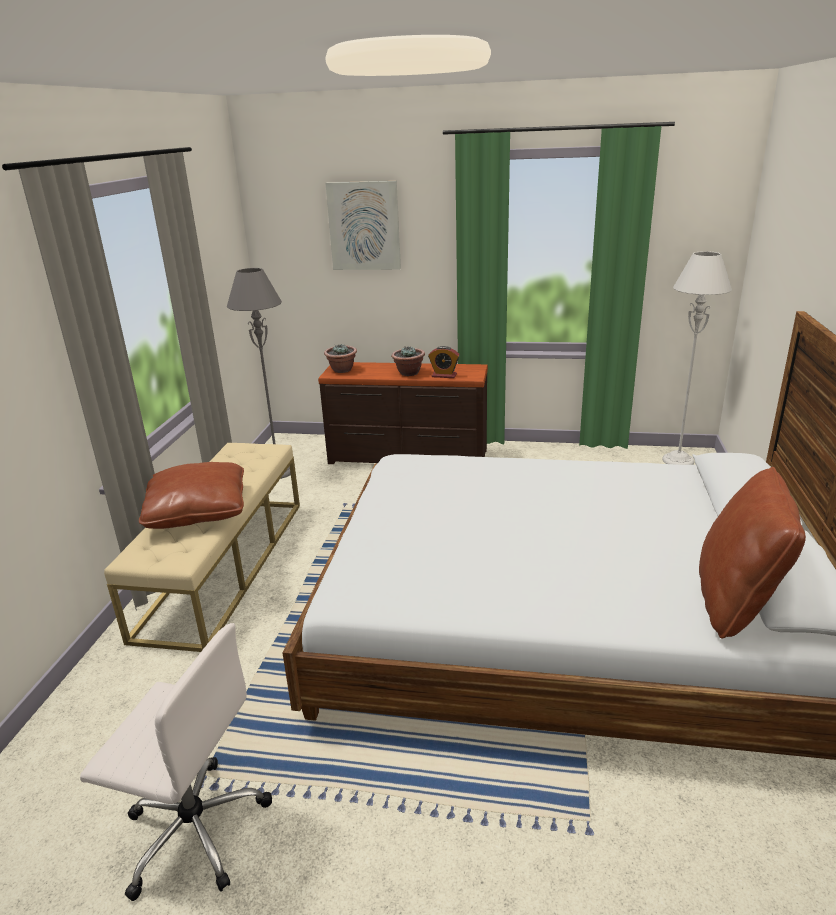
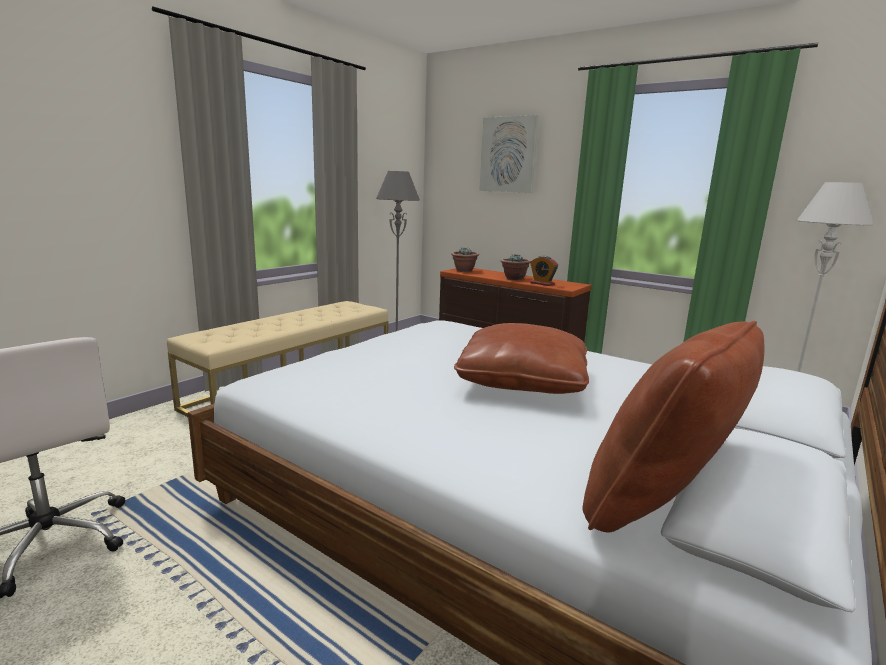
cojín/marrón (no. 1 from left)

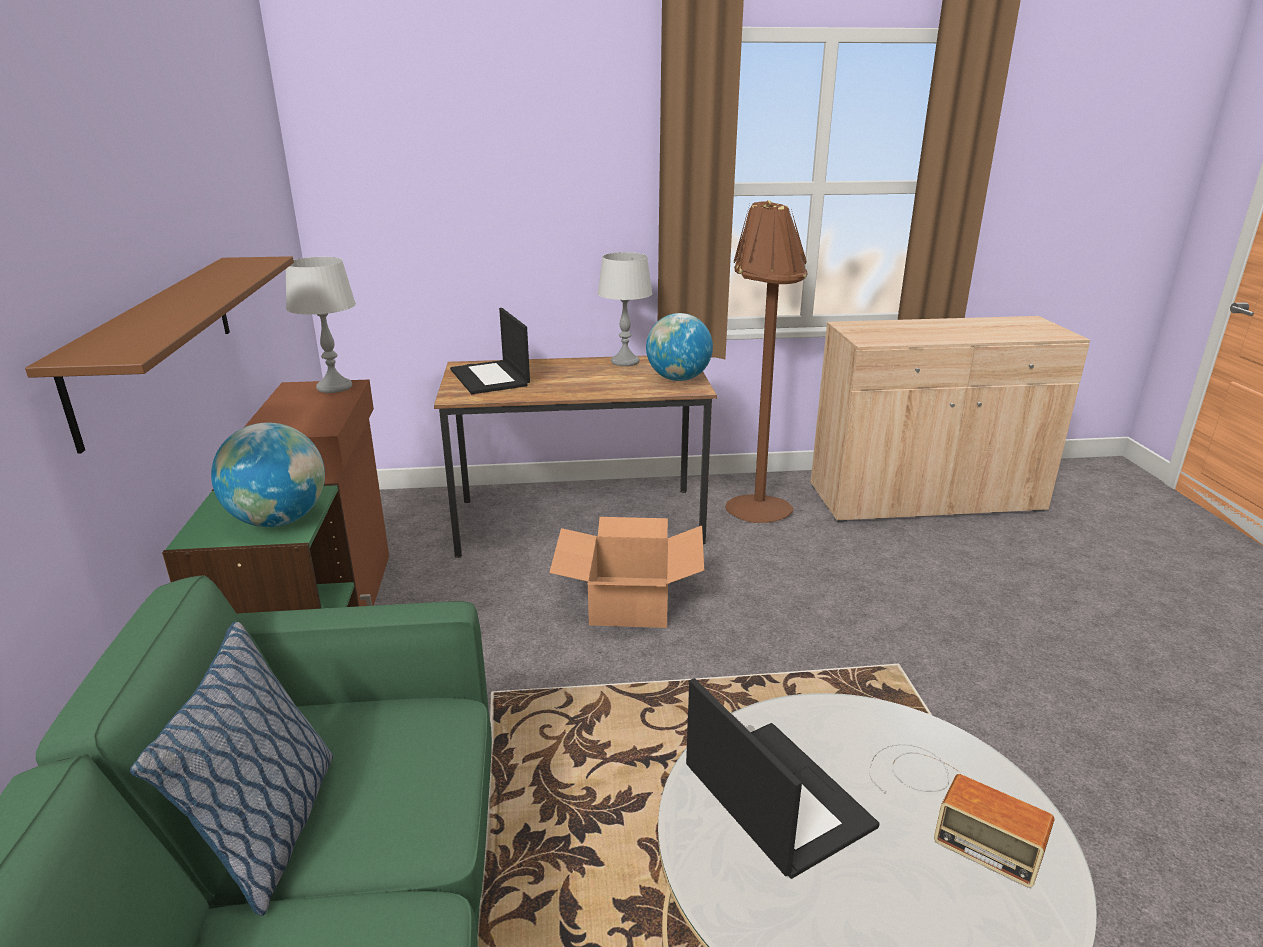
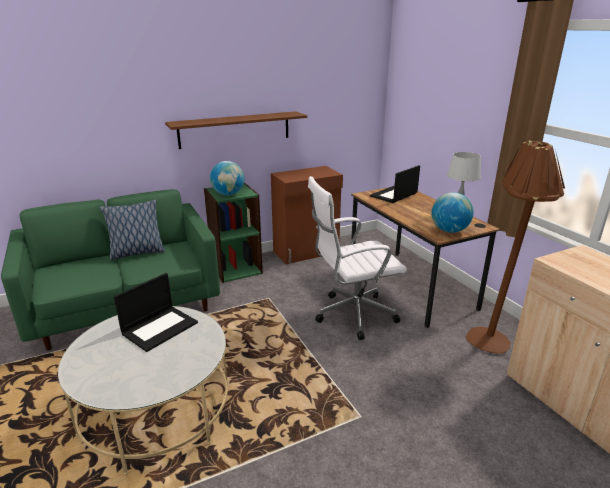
silla de oficina/blanco
lámpara de mesa/gris (no. 1 from left in the first image)
radio

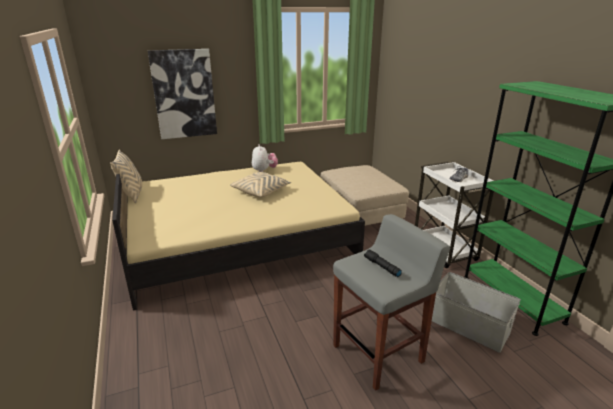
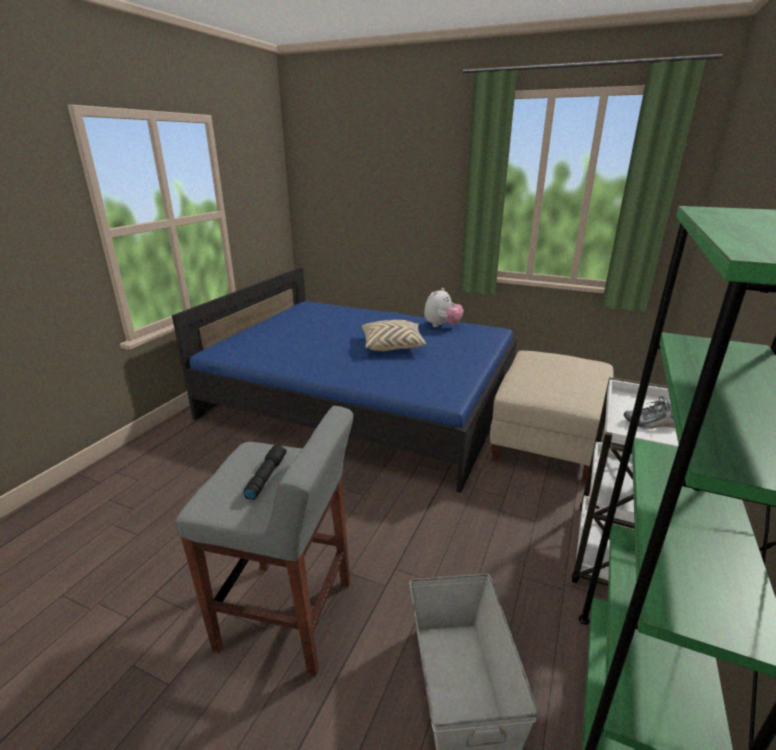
cama/azul
cojín/beis (no. 1 from left in the first image)
cuadro

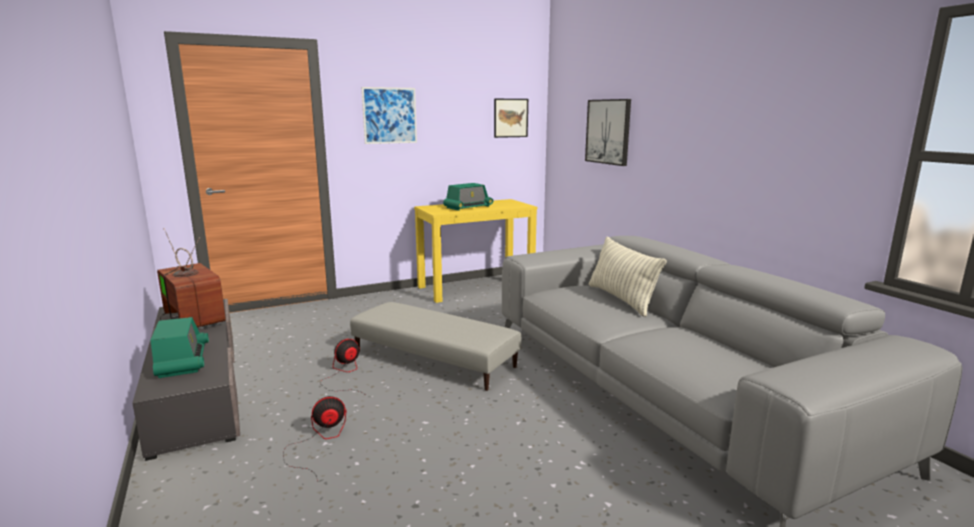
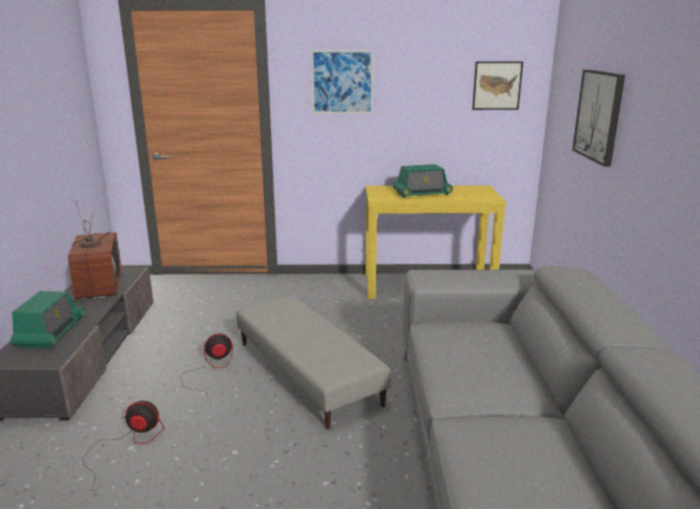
cojín

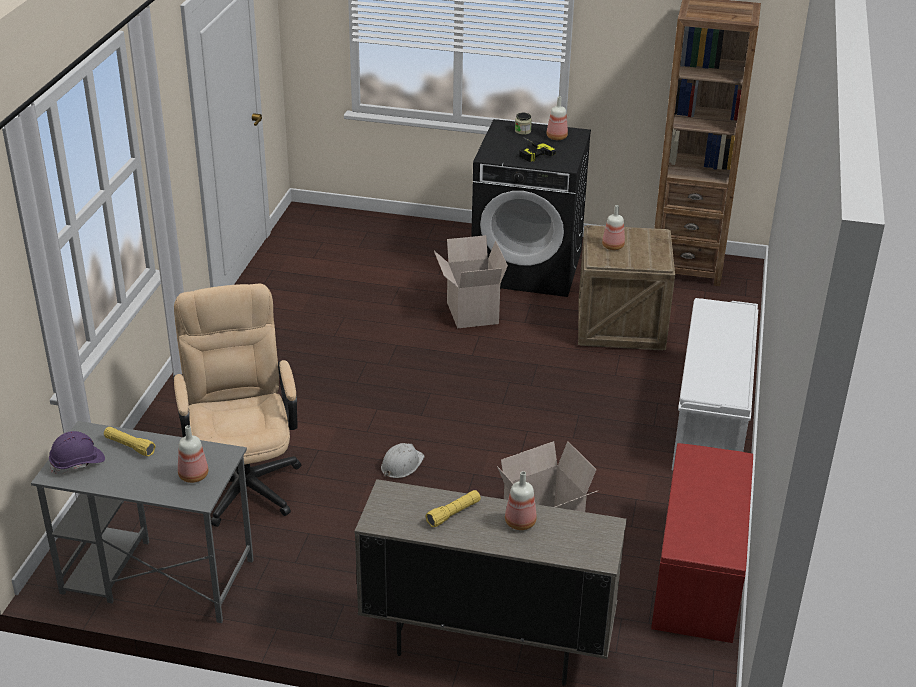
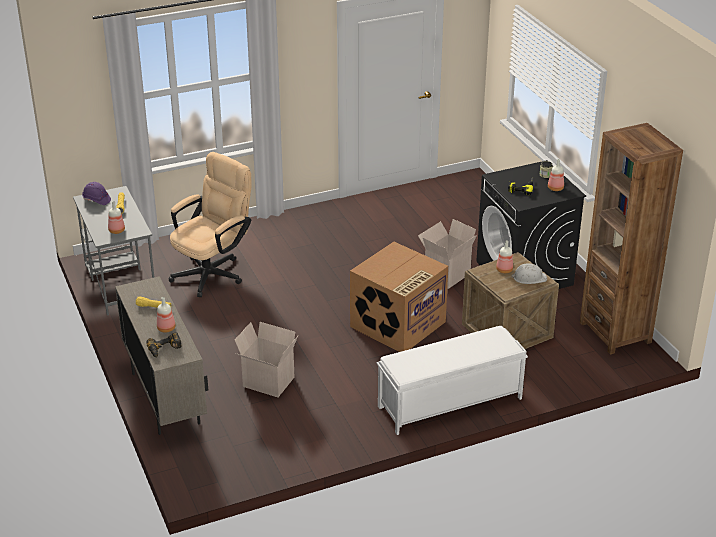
taladro (no. 1 from left)
caja de cartón (no. 2 from left)
casco/blanco
banco/rojo

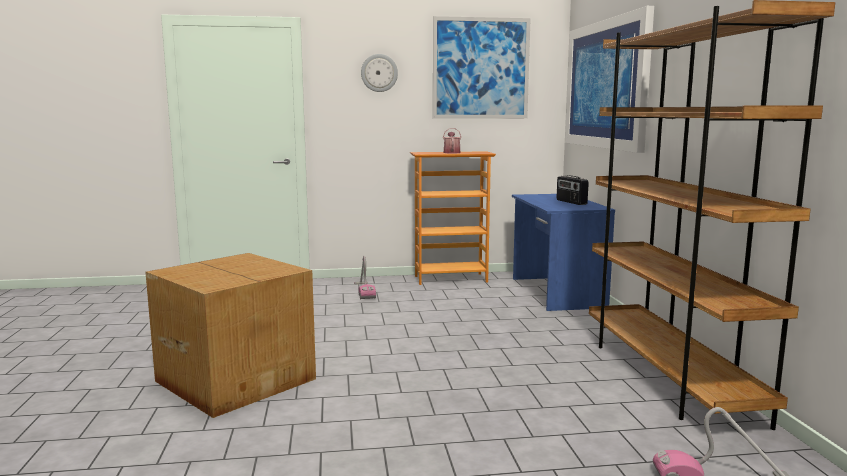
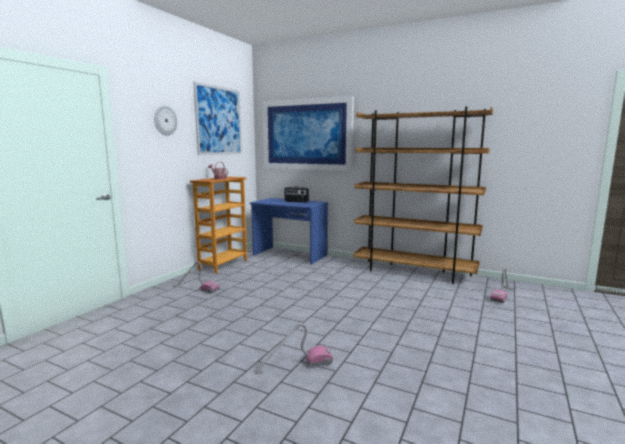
aspiradora (no. 2 from left)

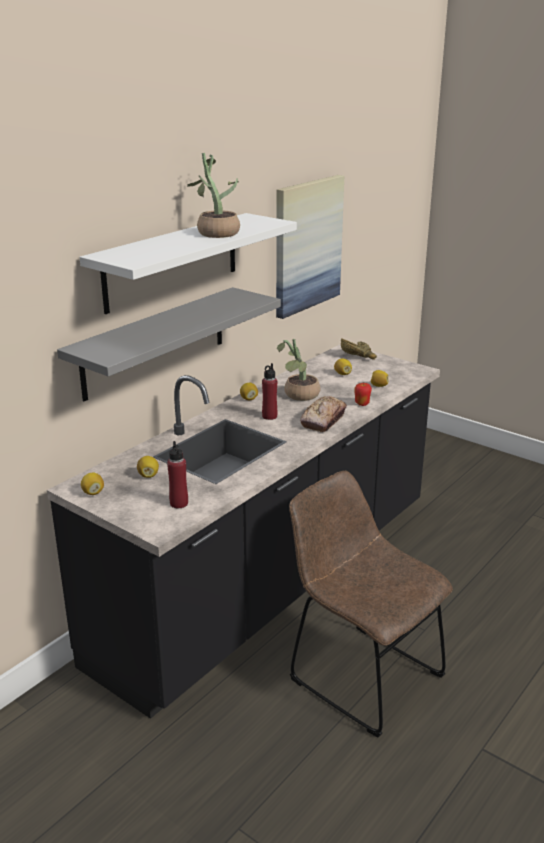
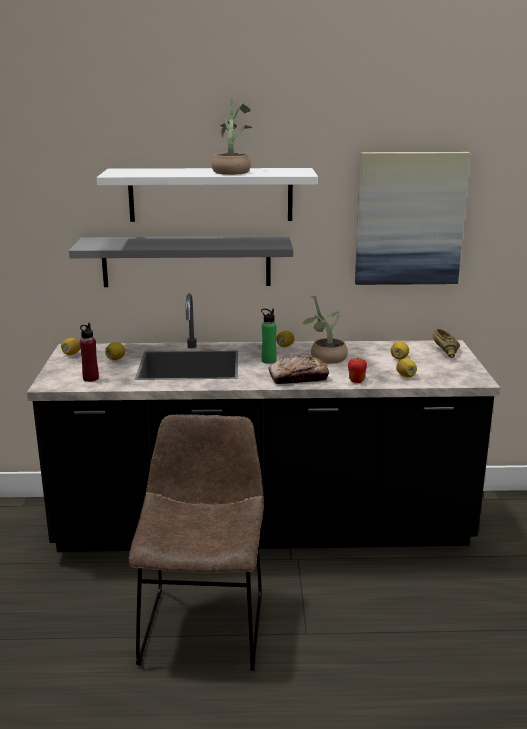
botella/verde

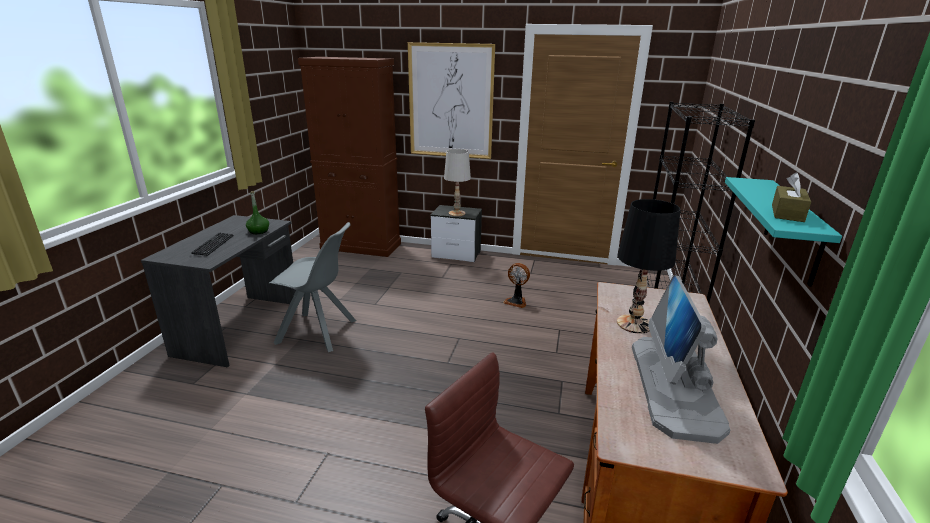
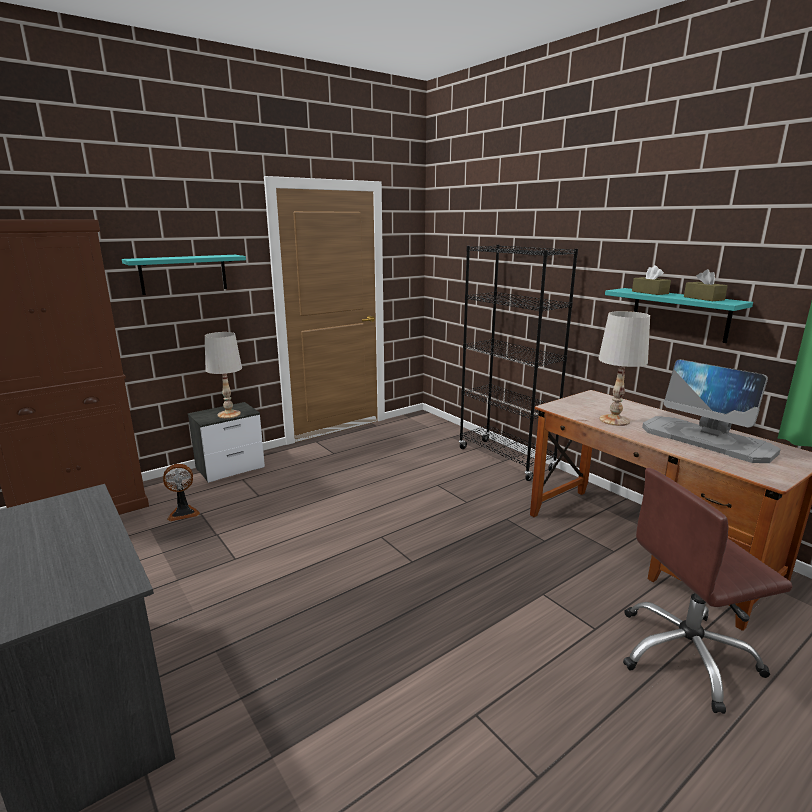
estante/turquesa (no. 1 from left)
ventilador
lámpara de mesa/blanco (no. 2 from left)
caja de pañuelos/marrón (no. 1 from left)
teclado
botella/verde
silla/gris

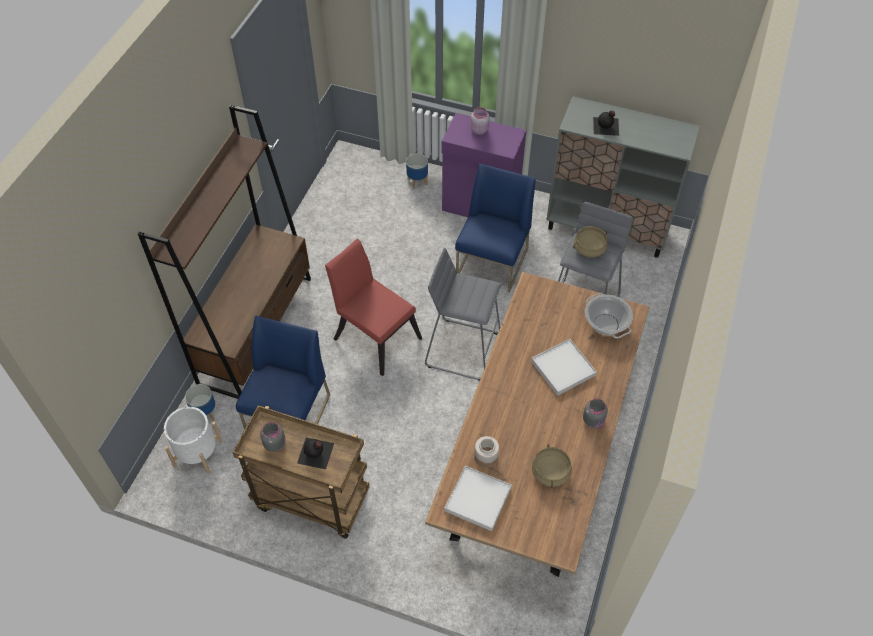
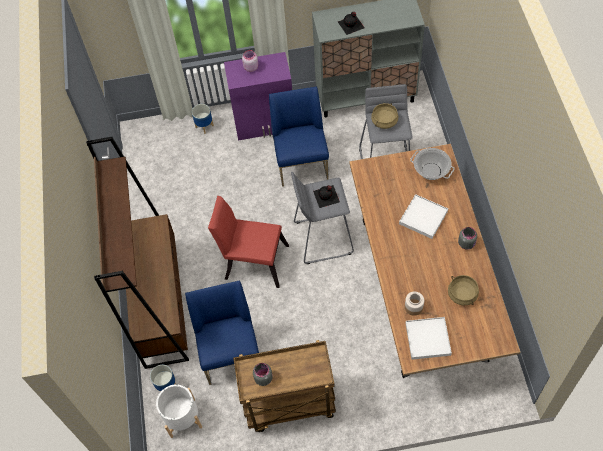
botella/negro (no. 1 from left)

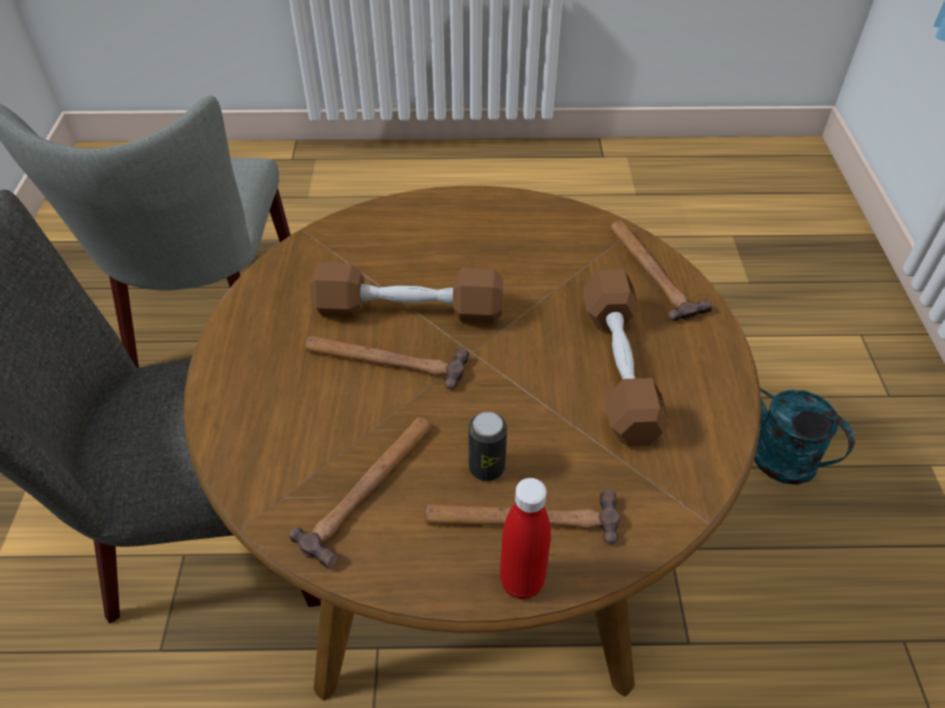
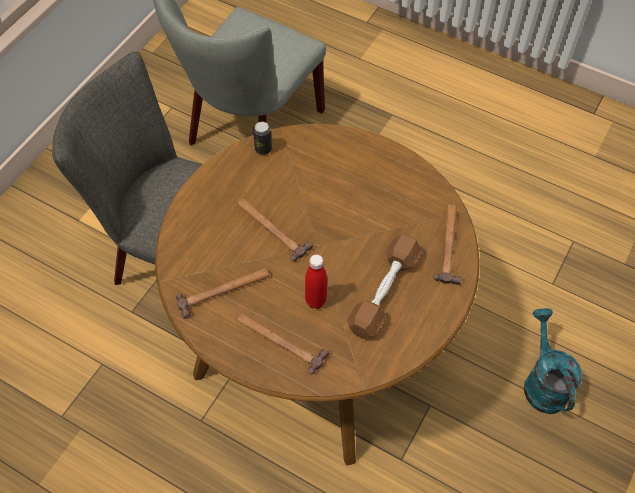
lata
botella/rojo
mancuerna/marrón (no. 1 from left in the first image)

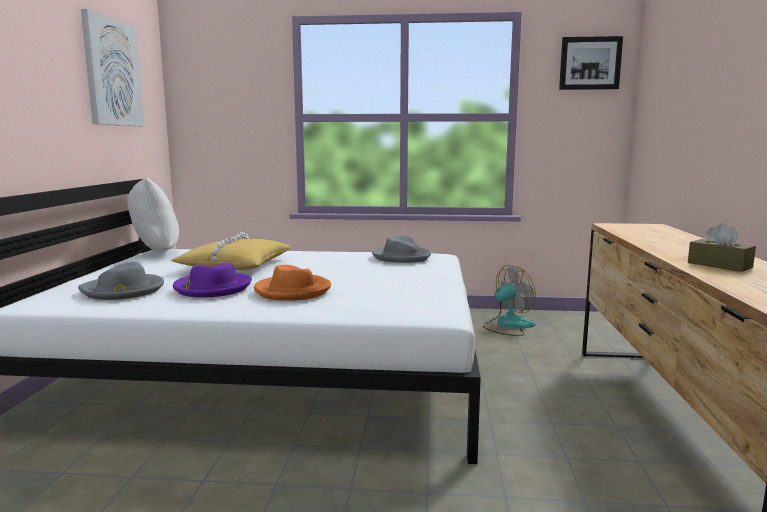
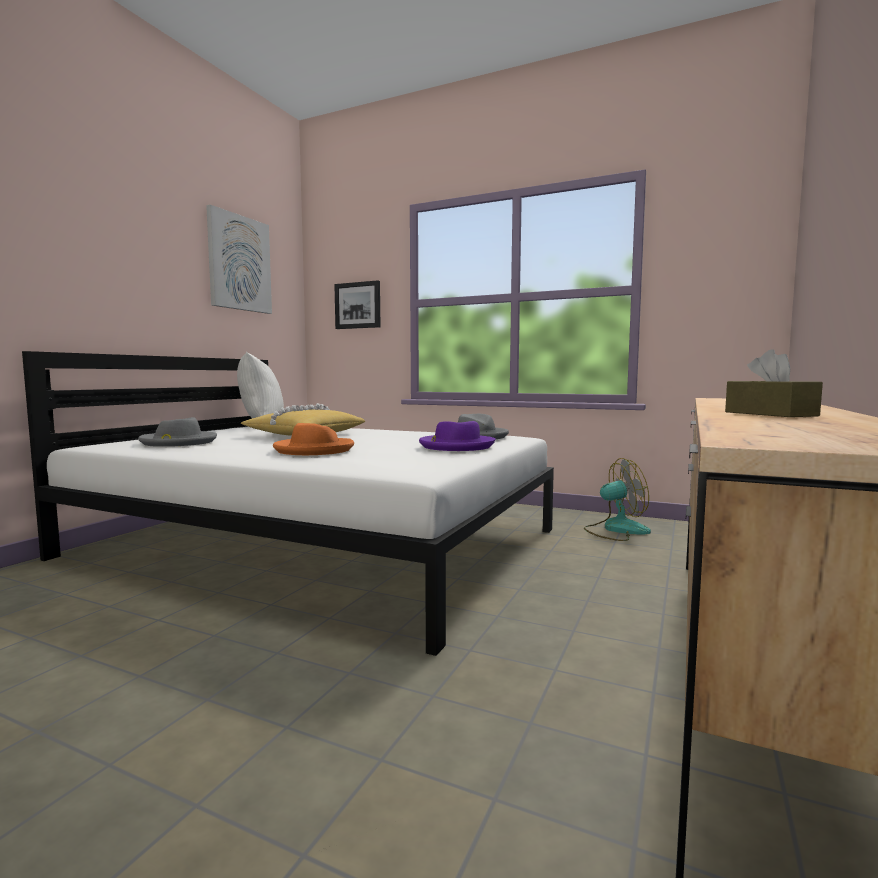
cuadro (no. 2 from left)
sombrero/morado

